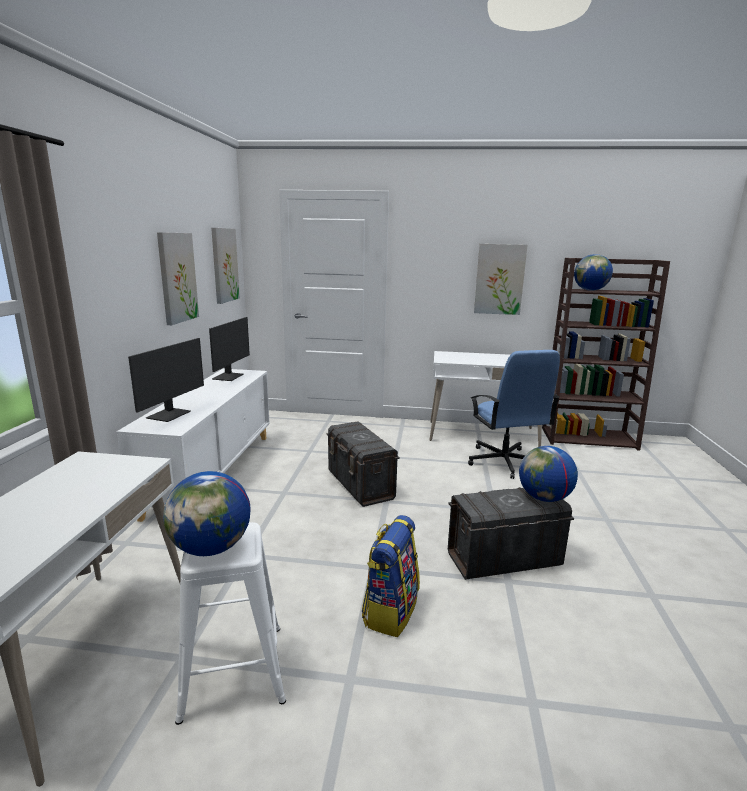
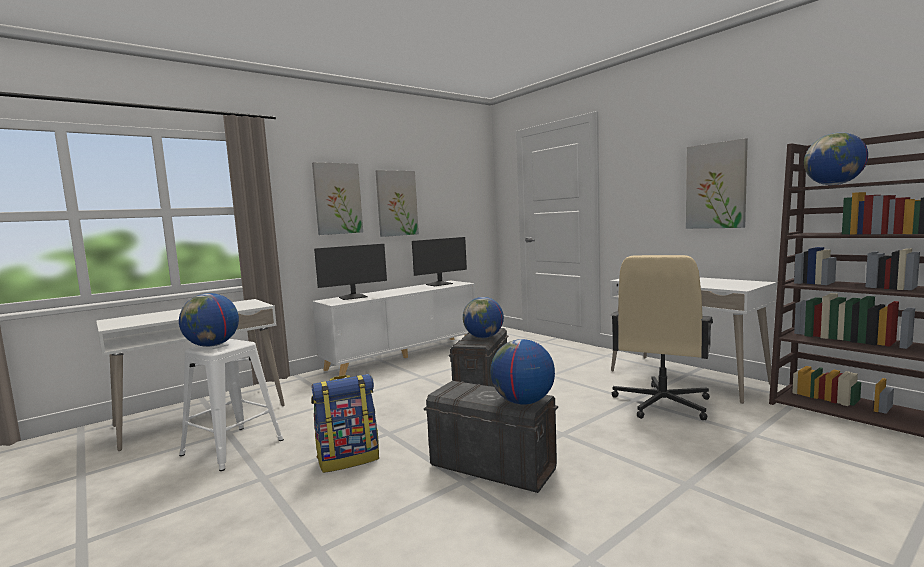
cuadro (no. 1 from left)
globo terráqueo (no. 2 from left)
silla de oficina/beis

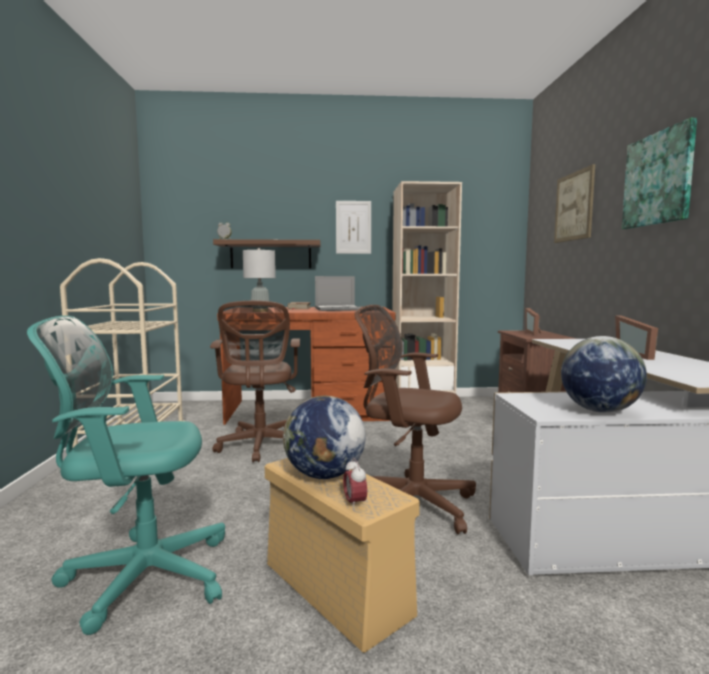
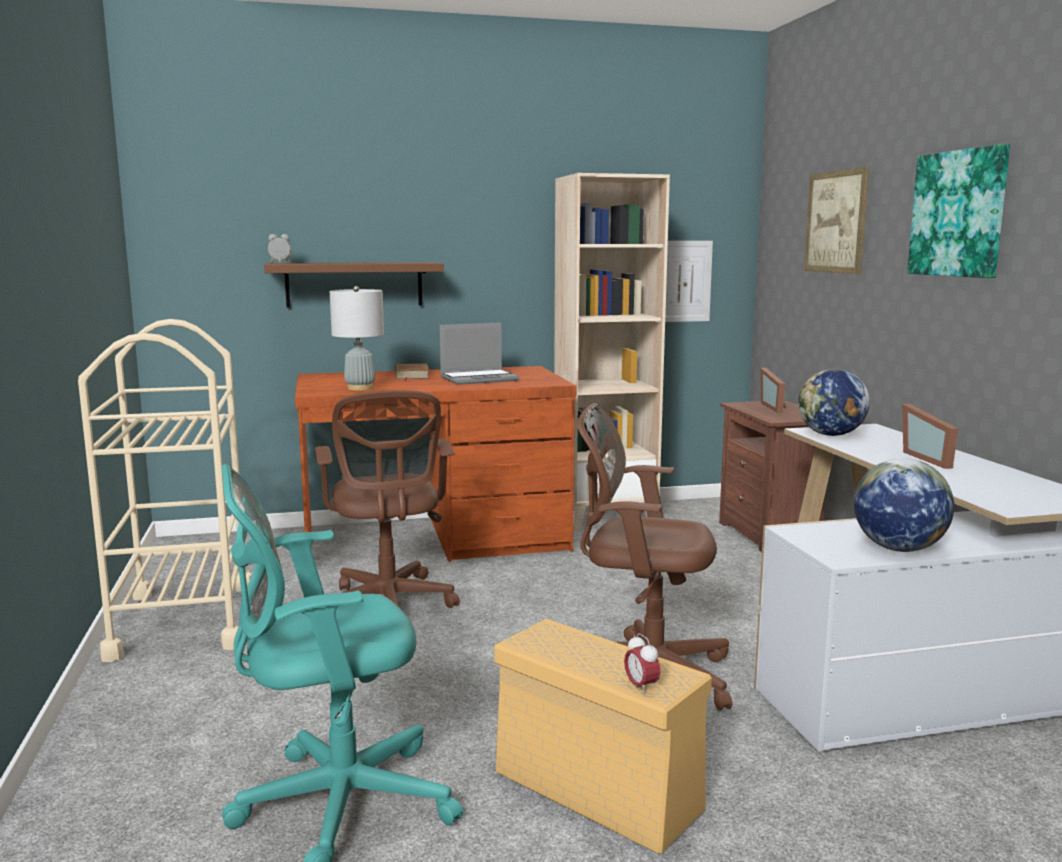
cuadro (no. 1 from left)
globo terráqueo (no. 1 from left)

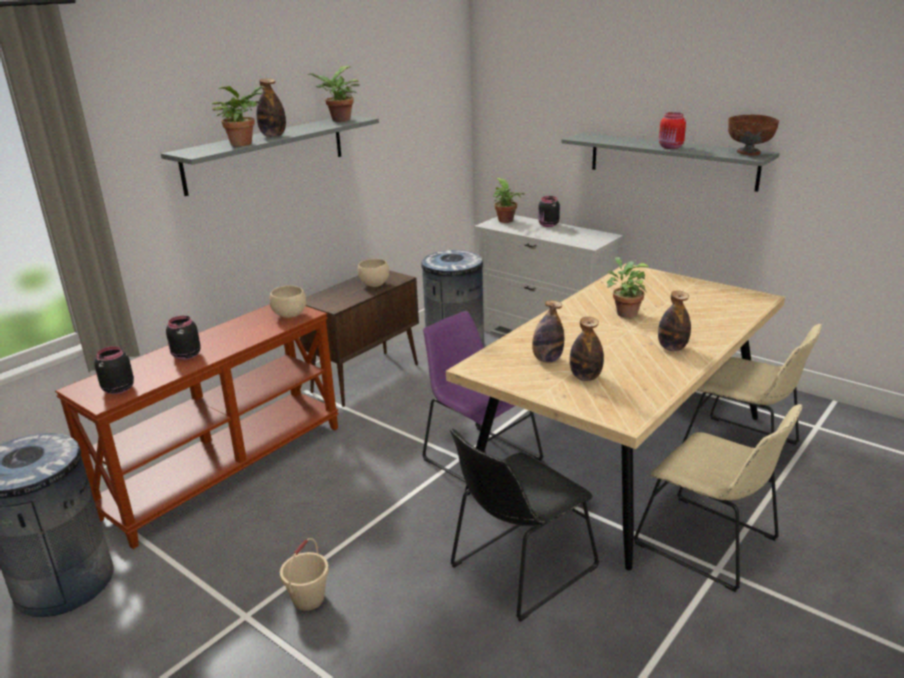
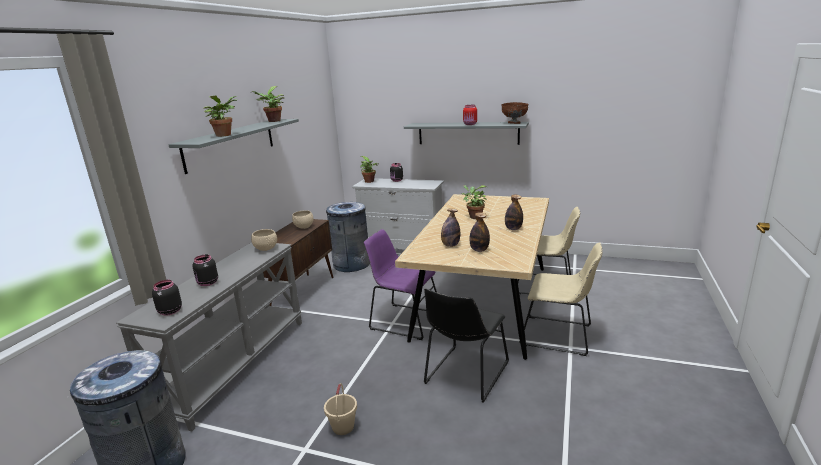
mesa consola/gris
botella (no. 1 from left in the first image)

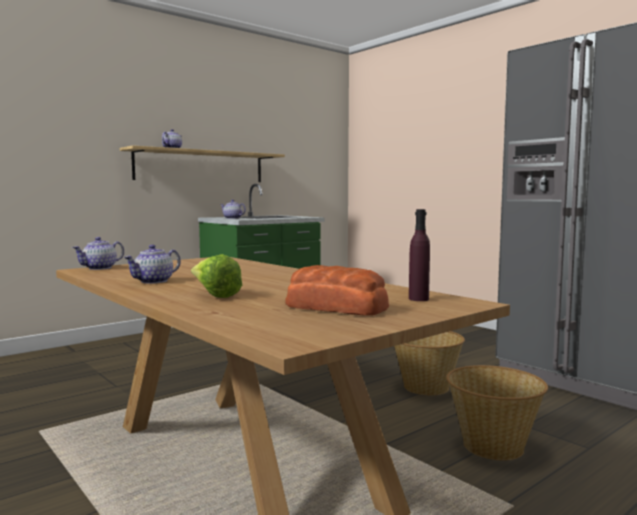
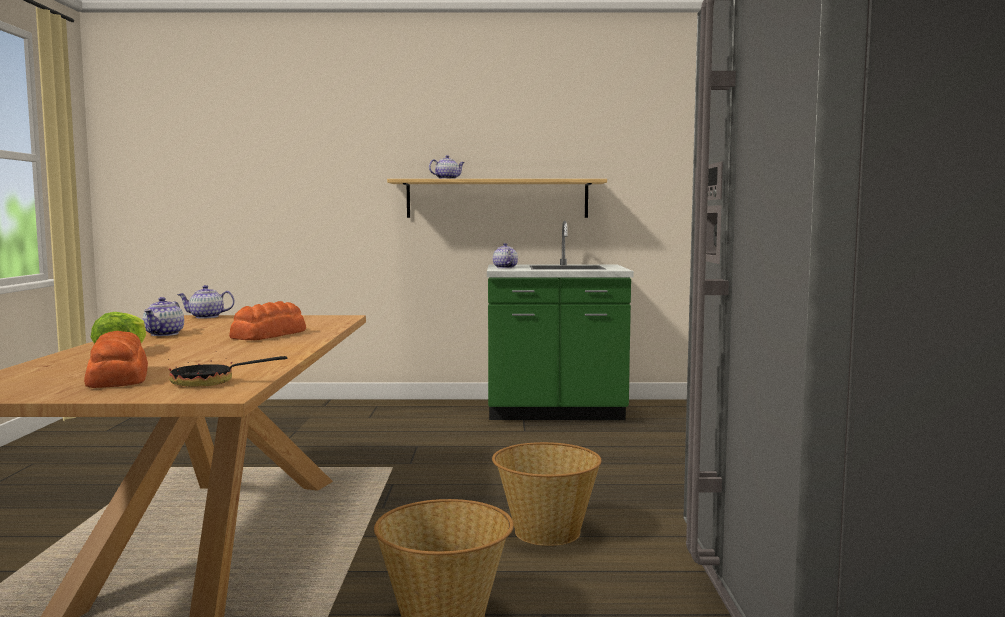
tetera (no. 1 from left)
sartén
pan (no. 2 from left)

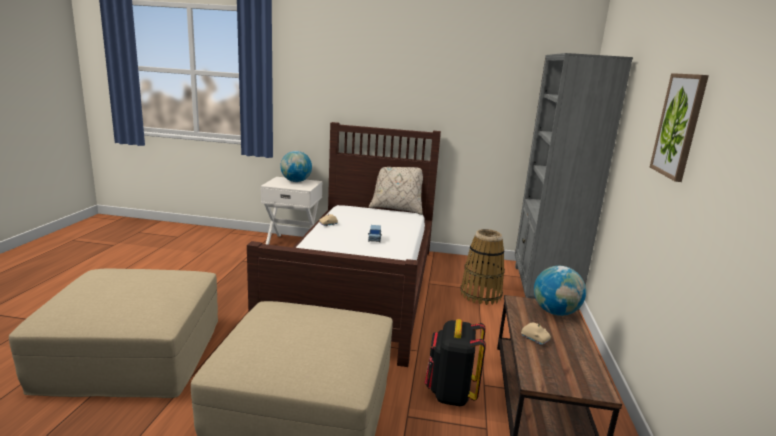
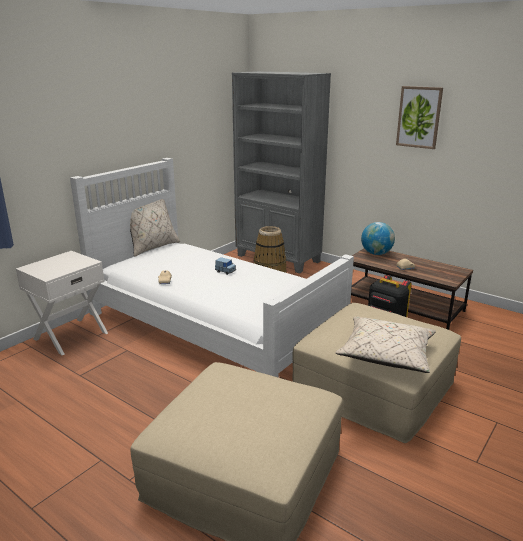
cama/blanco
cojín/beis (no. 2 from left)
globo terráqueo (no. 1 from left in the first image)

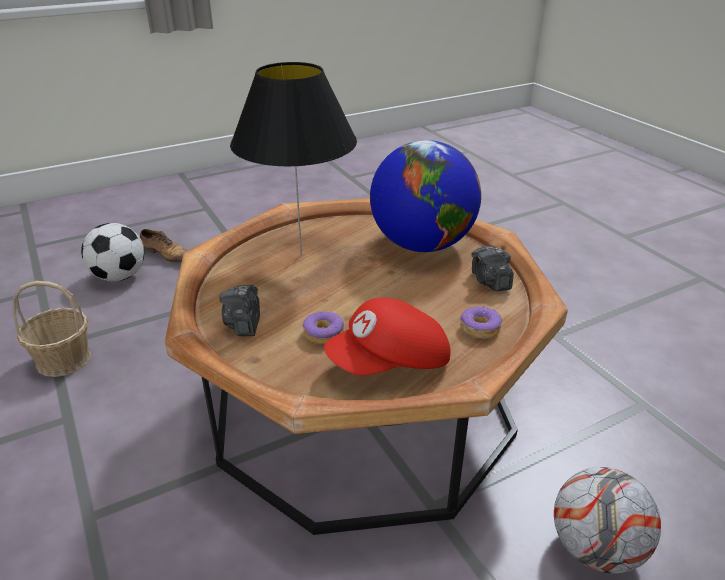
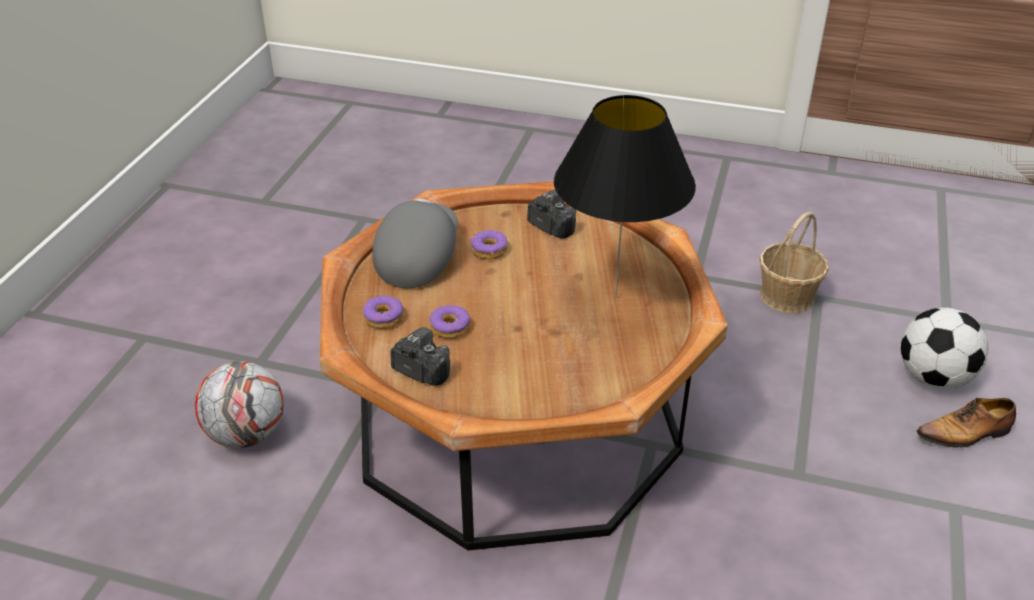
gorra/gris
rosquilla (no. 2 from left)
globo terráqueo

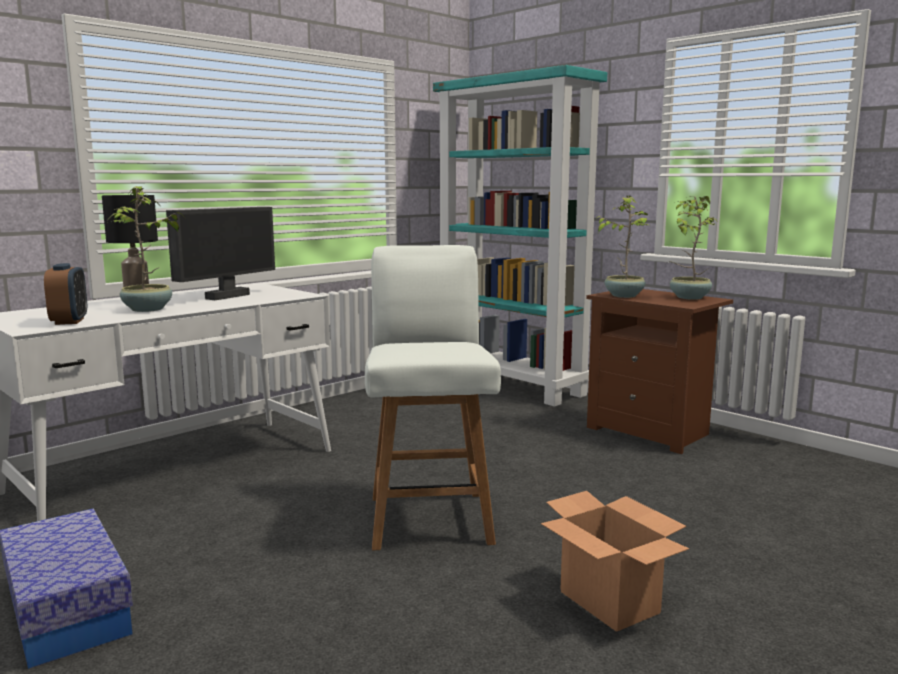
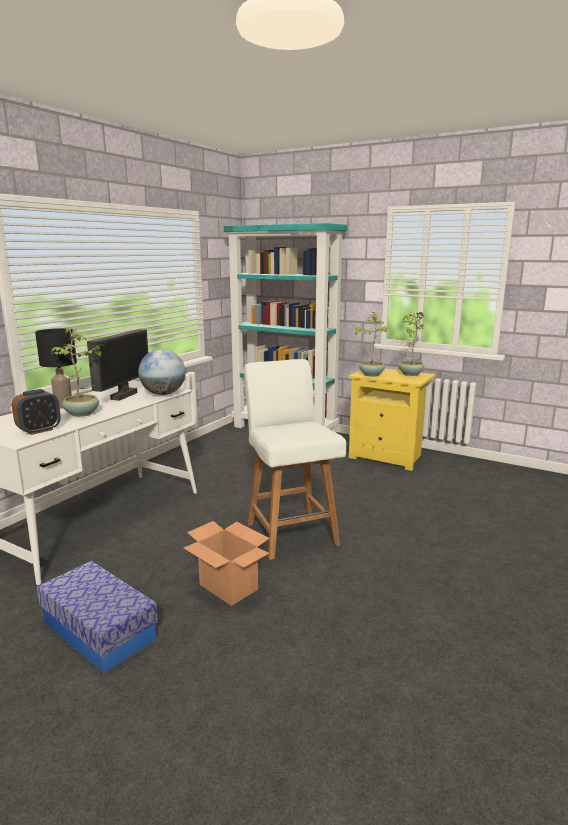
despertador
globo terráqueo
caja de cartón
mesita de noche/amarillo

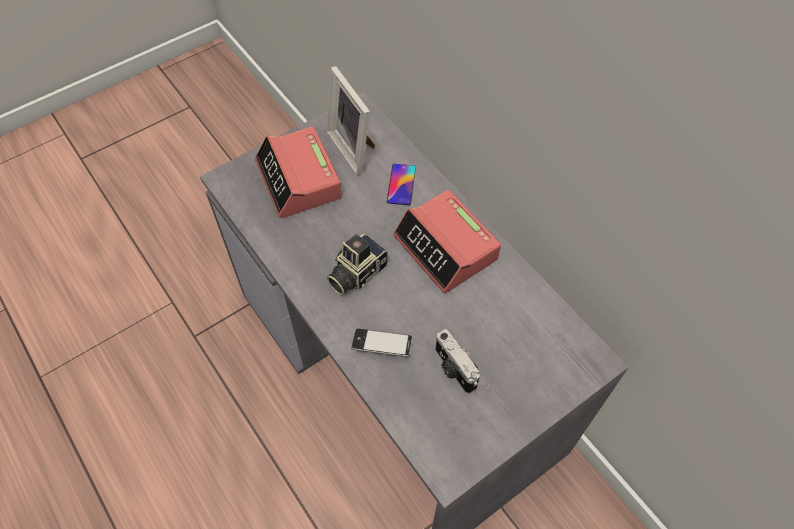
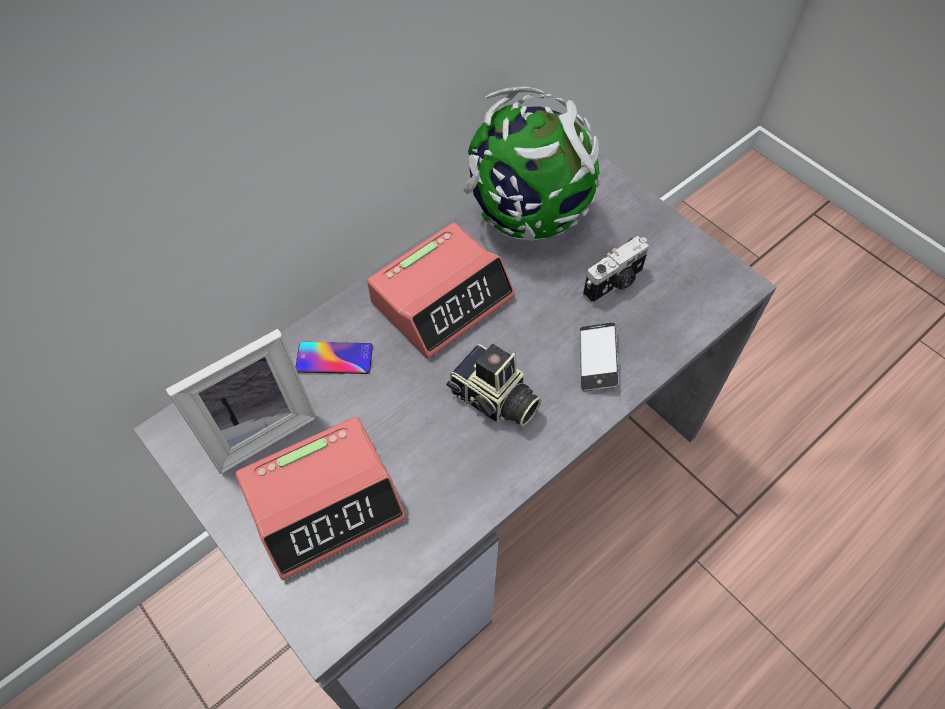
globo terráqueo

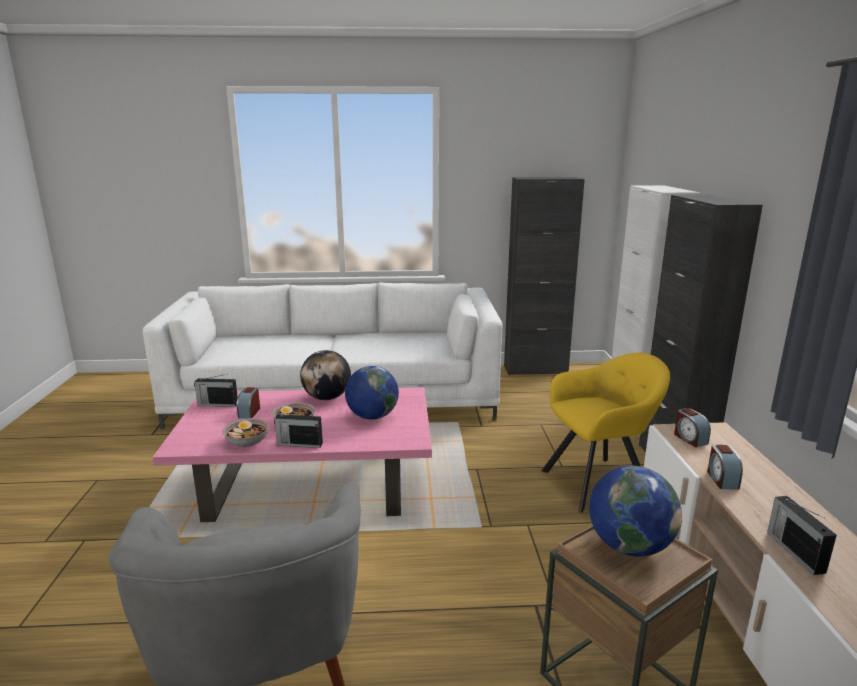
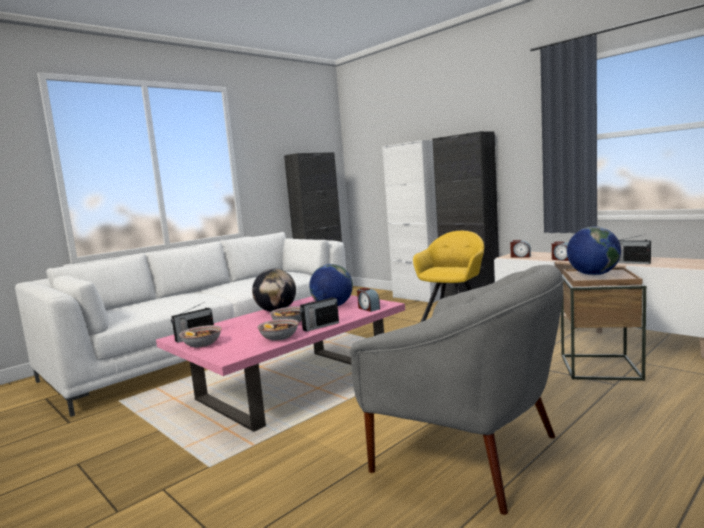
cuenco (no. 1 from left)
despertador (no. 1 from left)

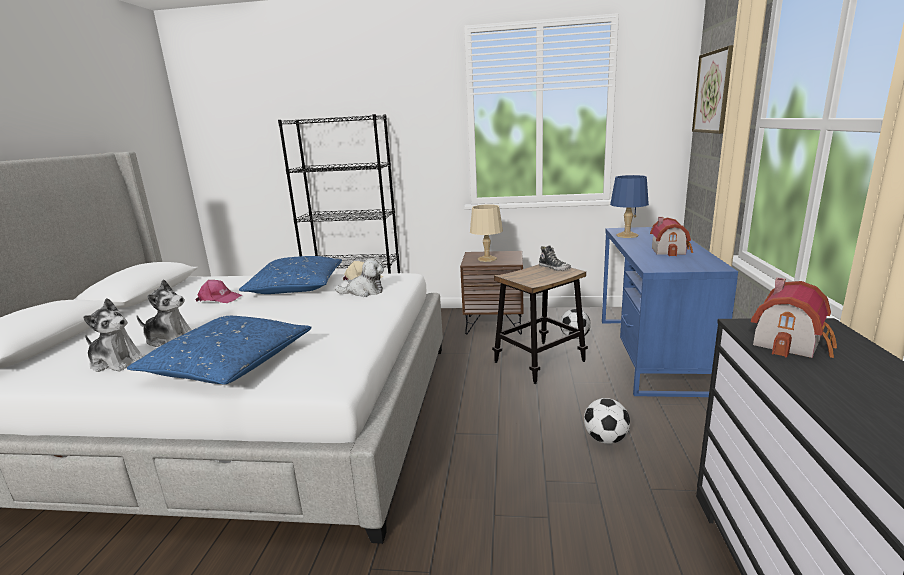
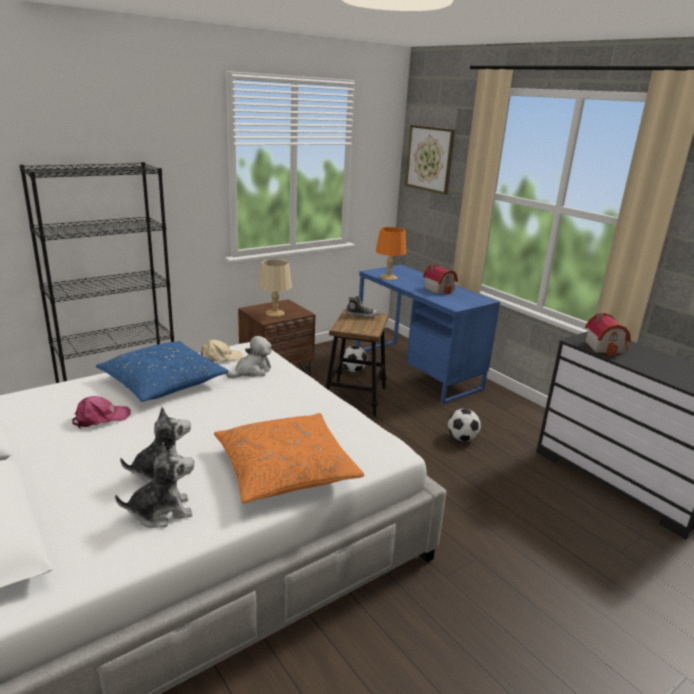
cojín/naranja
lámpara de mesa/naranja

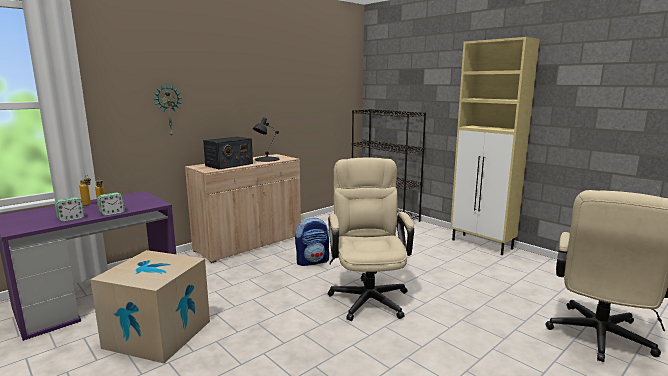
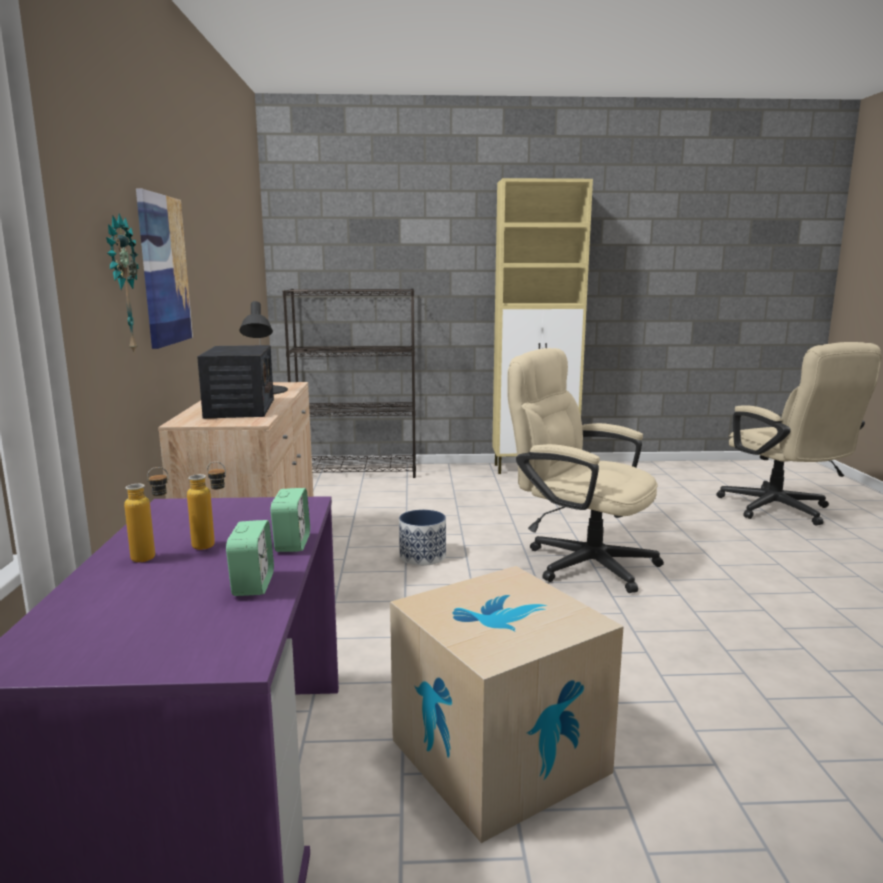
cuadro
maceta

